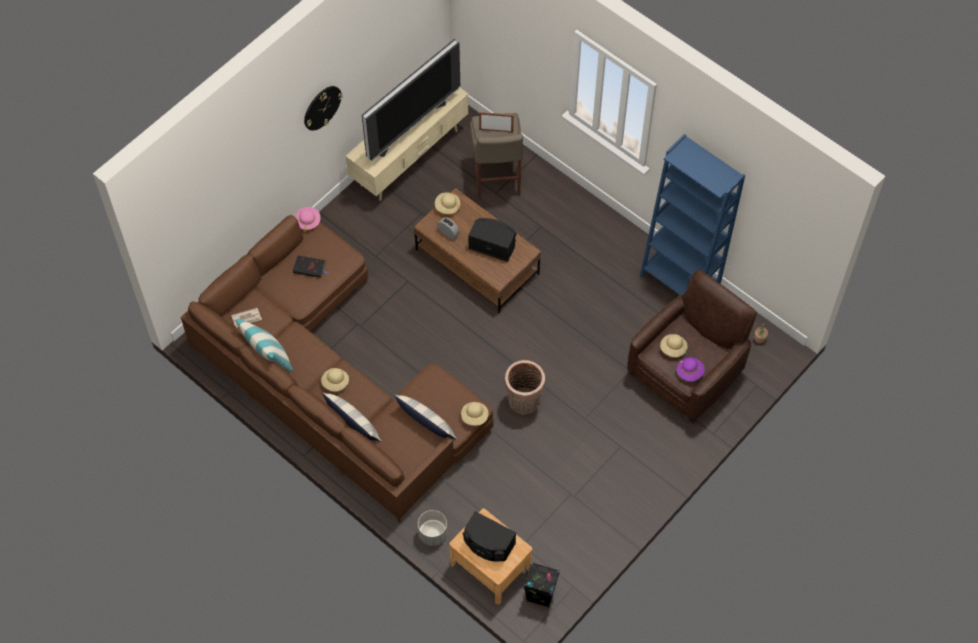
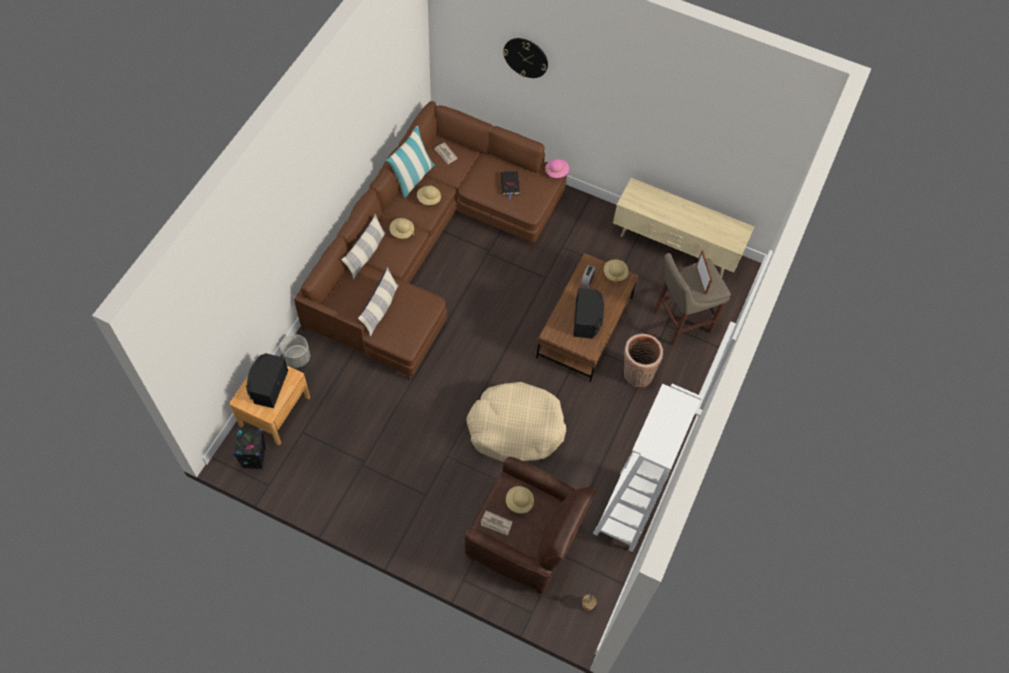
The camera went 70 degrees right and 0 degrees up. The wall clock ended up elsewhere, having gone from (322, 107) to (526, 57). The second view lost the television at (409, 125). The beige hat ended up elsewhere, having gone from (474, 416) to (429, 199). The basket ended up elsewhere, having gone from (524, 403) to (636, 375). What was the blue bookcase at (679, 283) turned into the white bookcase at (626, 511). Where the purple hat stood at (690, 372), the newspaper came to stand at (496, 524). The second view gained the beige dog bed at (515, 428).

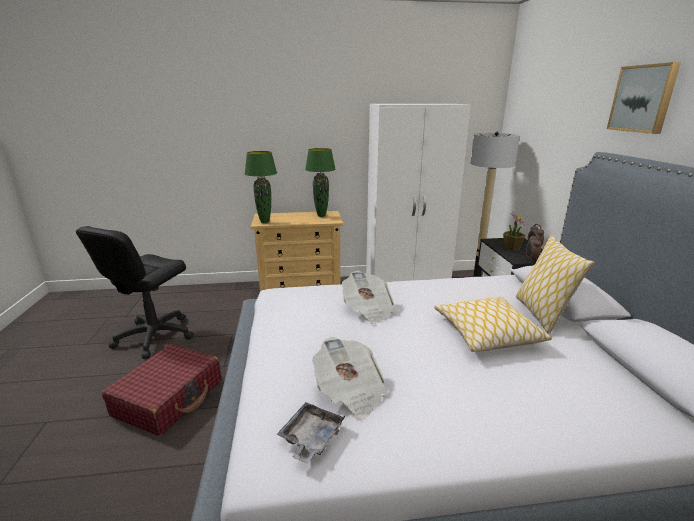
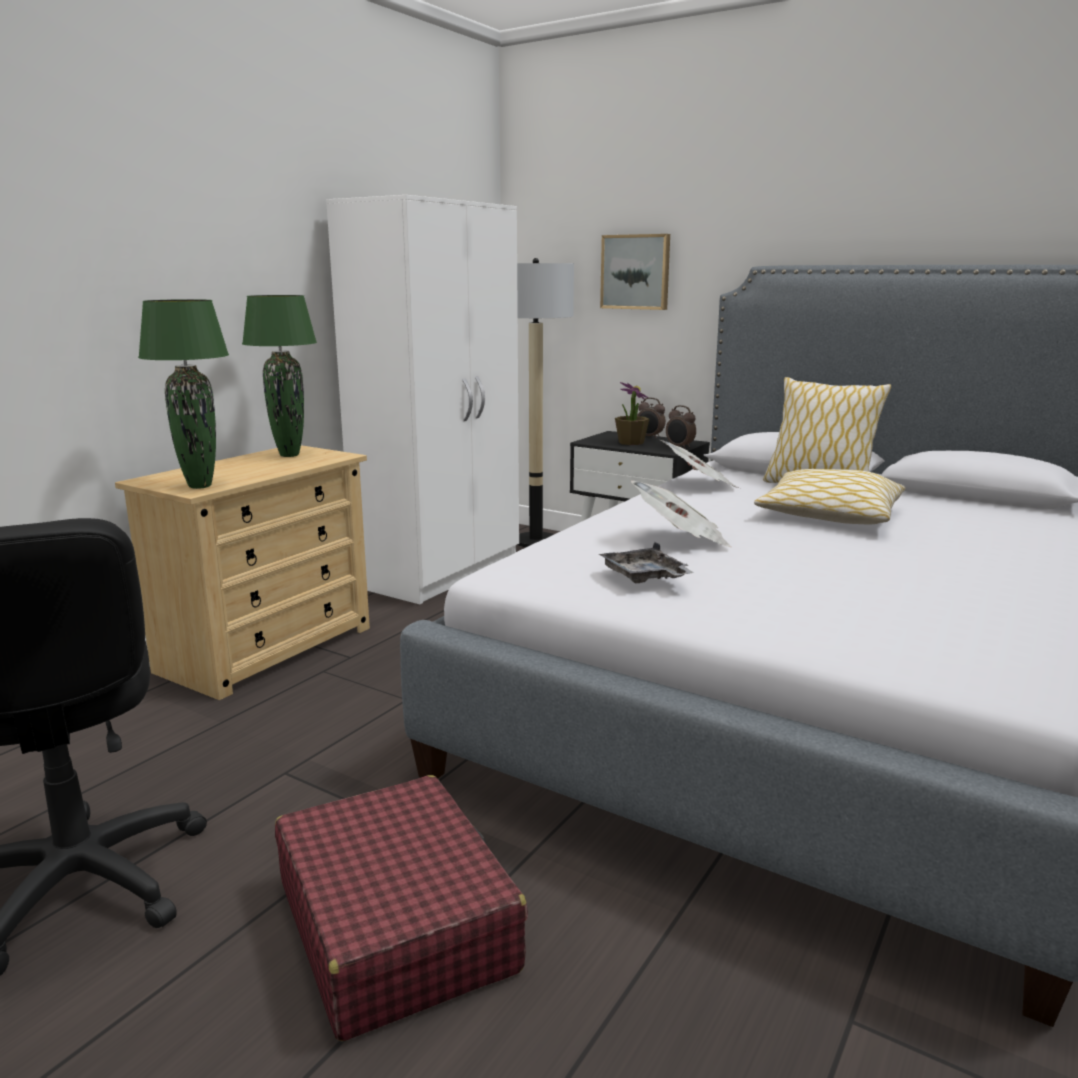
The camera went 50 degrees left and 5 degrees down. The grey tray ended up elsewhere, having gone from (311, 438) to (645, 577). The newspaper ended up elsewhere, having gone from (350, 392) to (699, 485). The picture ended up elsewhere, having gone from (643, 98) to (636, 272).

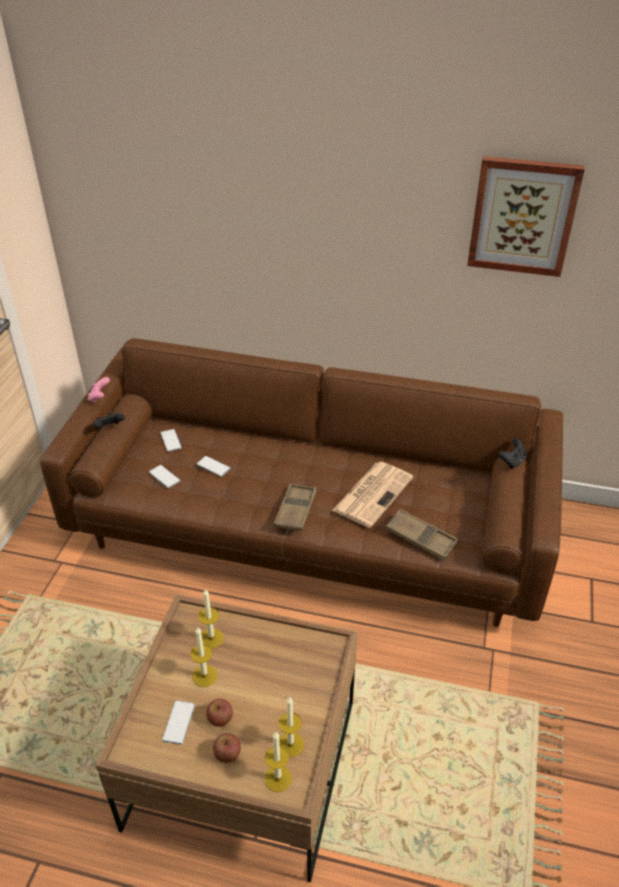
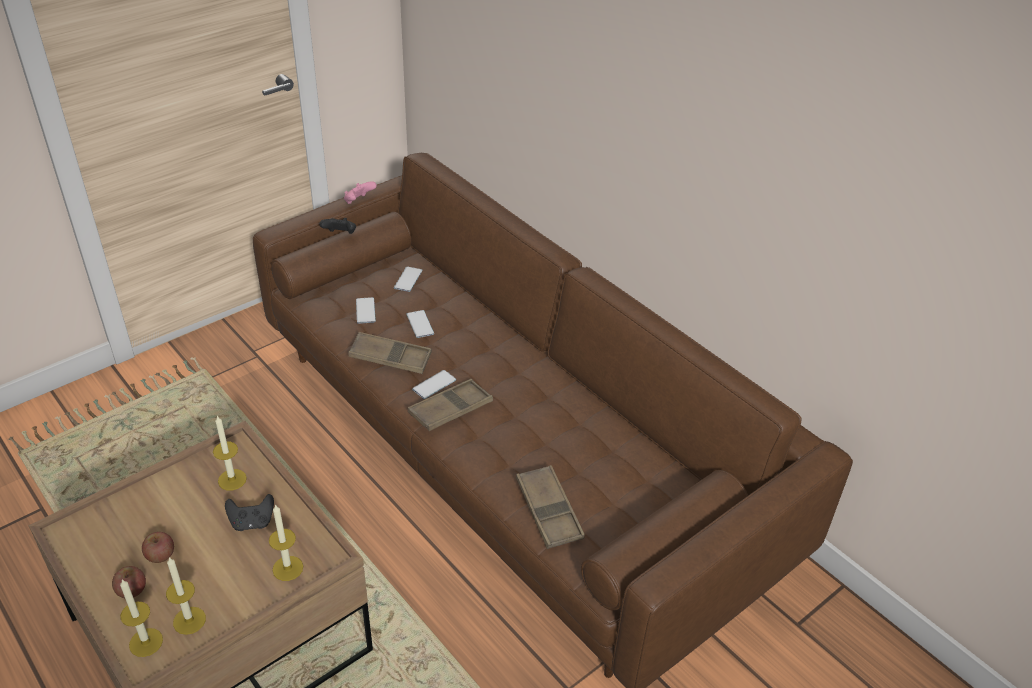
The camera went 35 degrees right and 0 degrees up. The phone ended up elsewhere, having gone from (178, 722) to (434, 385). The candle ended up elsewhere, having gone from (204, 676) to (288, 568). The second view lost the newspaper at (373, 493). The second view lost the picture at (523, 216). The black game controller ended up elsewhere, having gone from (512, 461) to (252, 522). The second view gained the brown tray at (390, 358).

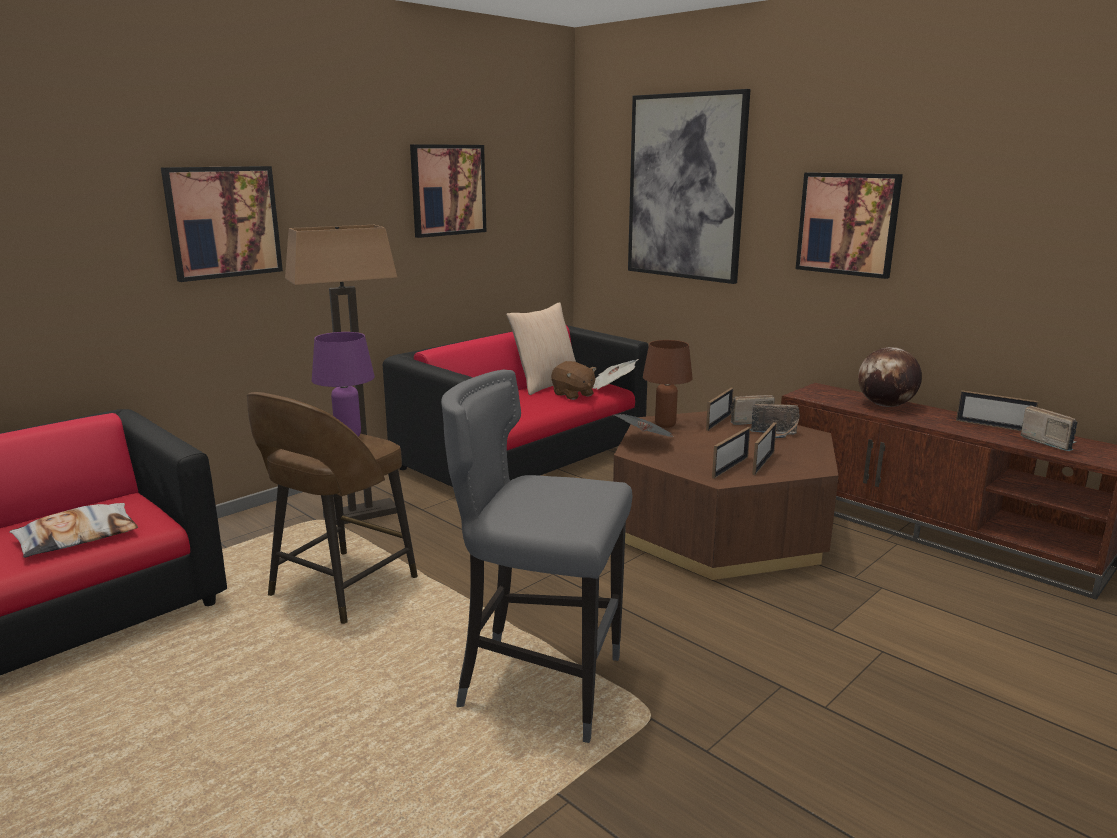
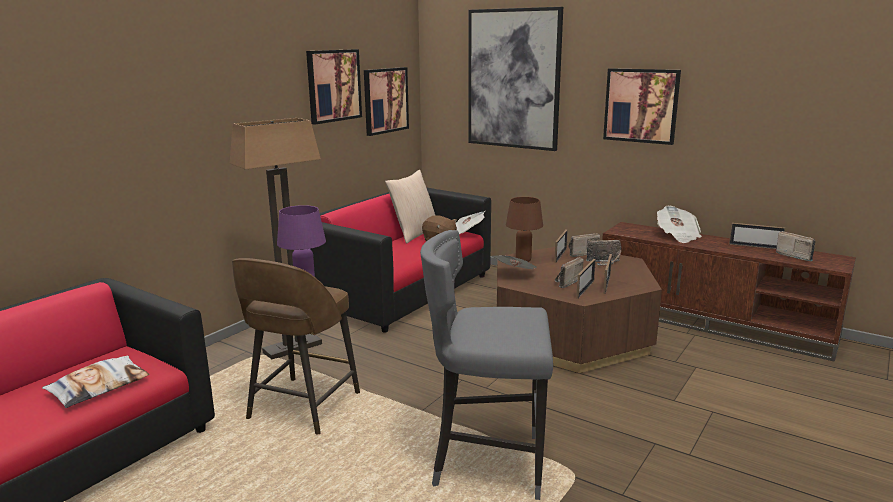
The camera went 10 degrees left and 0 degrees up. The picture ended up elsewhere, having gone from (223, 222) to (385, 100). Where the globe stood at (885, 405), the newspaper came to stand at (677, 236). The second view gained the radio at (565, 282).

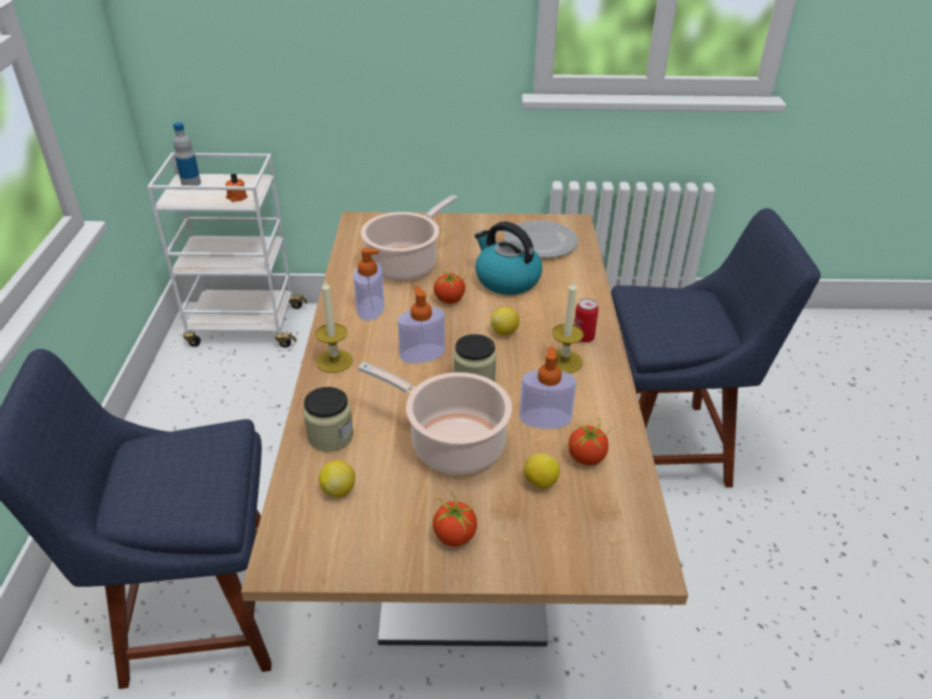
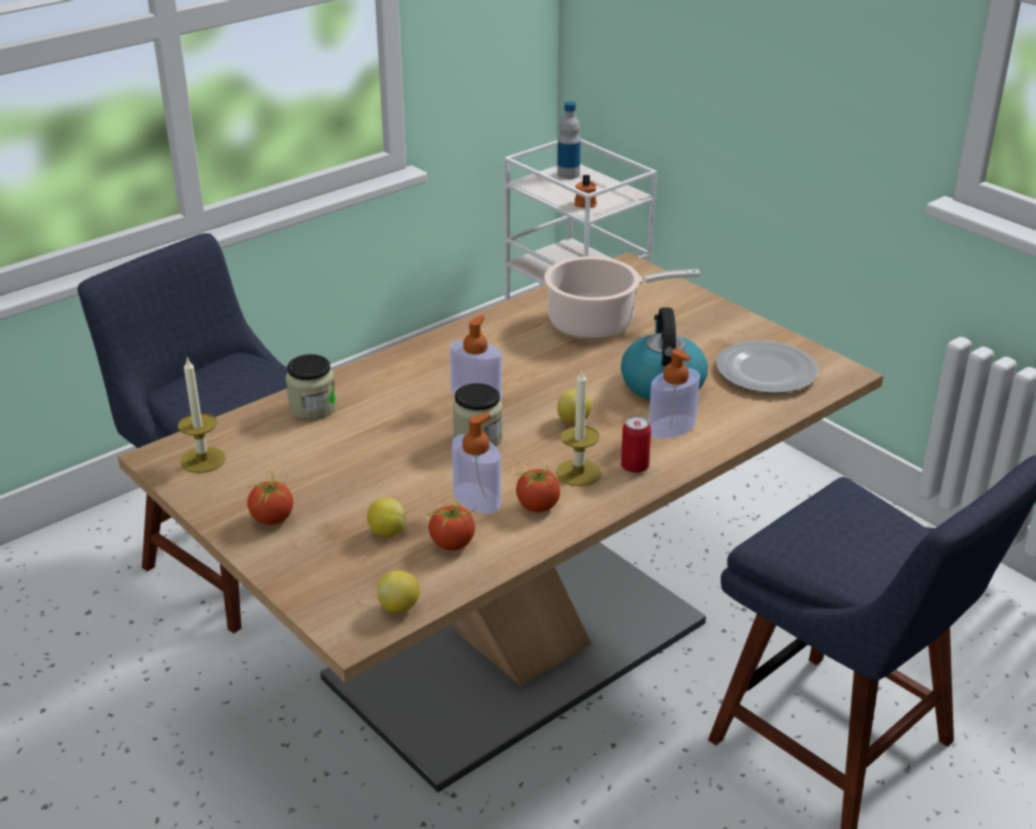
The camera went 50 degrees right and 5 degrees down. The candle ended up elsewhere, having gone from (334, 361) to (203, 460). The lemon ended up elsewhere, having gone from (338, 490) to (399, 607). The soap dispenser ended up elsewhere, having gone from (370, 308) to (672, 427). The second view lost the cooking pot at (451, 443). The tomato ended up elsewhere, having gone from (449, 299) to (538, 506).

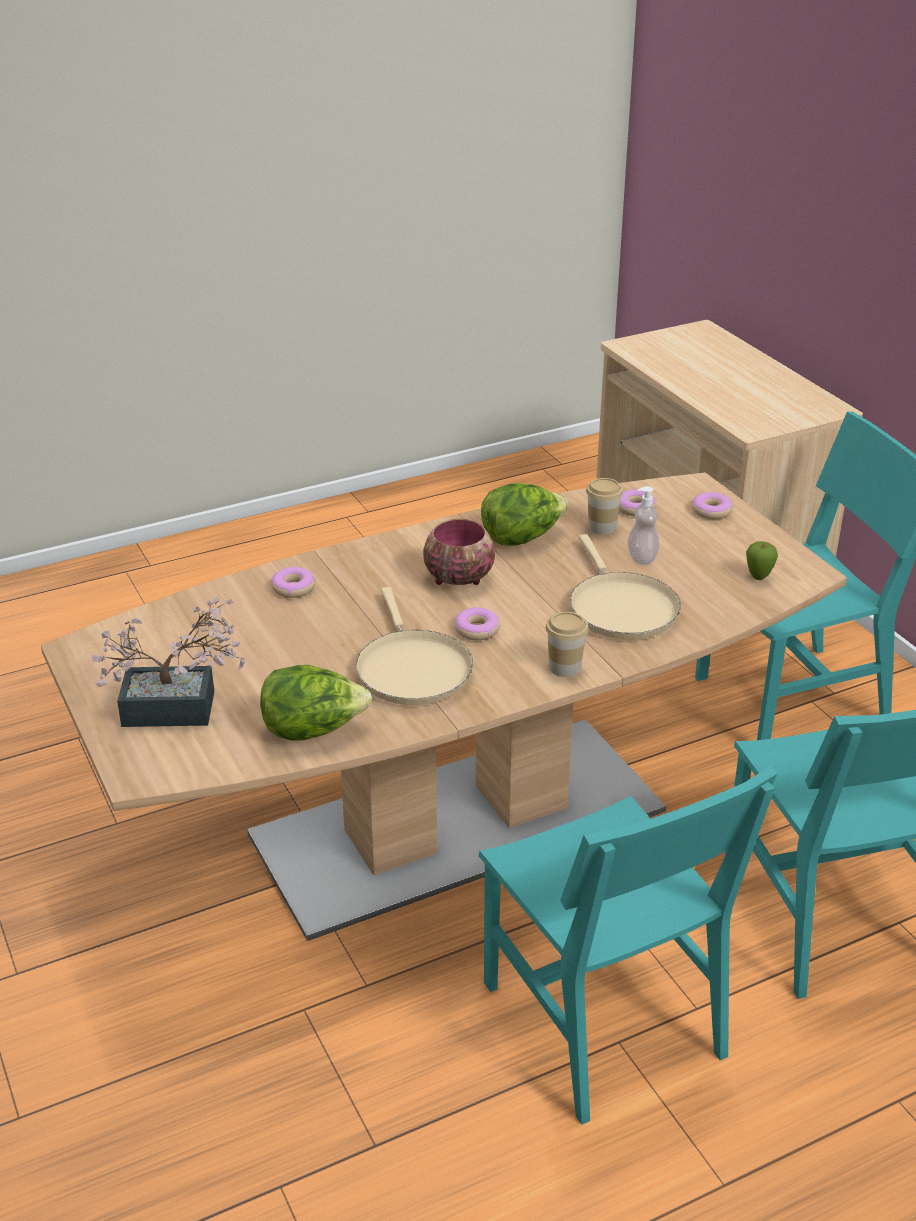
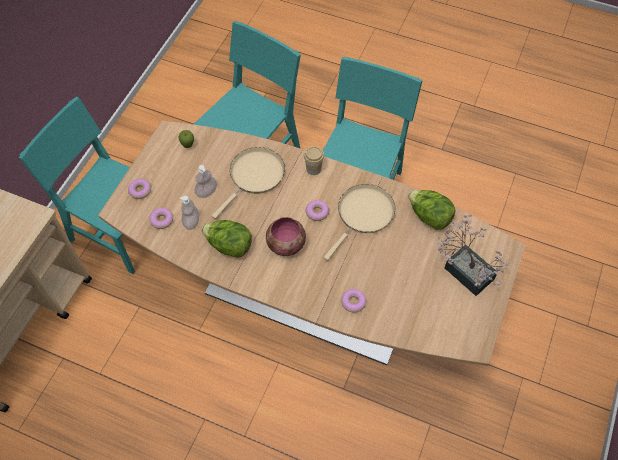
The camera went 130 degrees left and 25 degrees up. Where the cup stood at (602, 527), the soap dispenser came to stand at (191, 222).

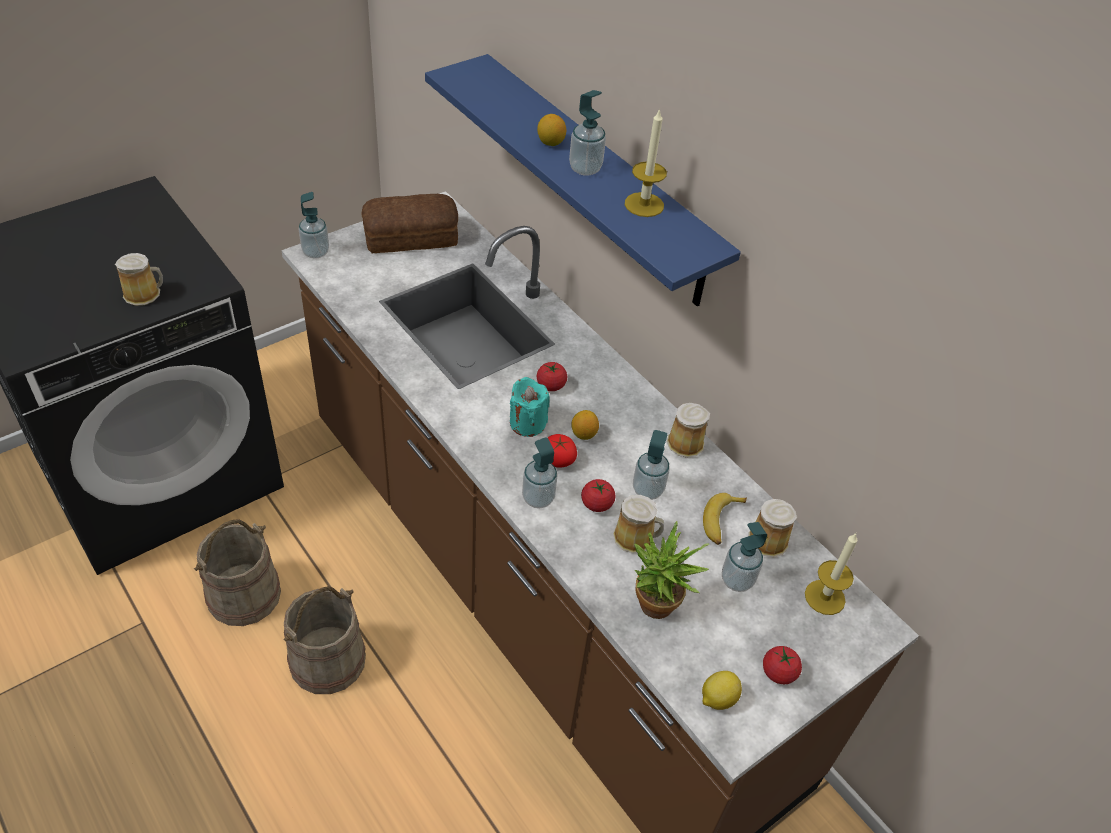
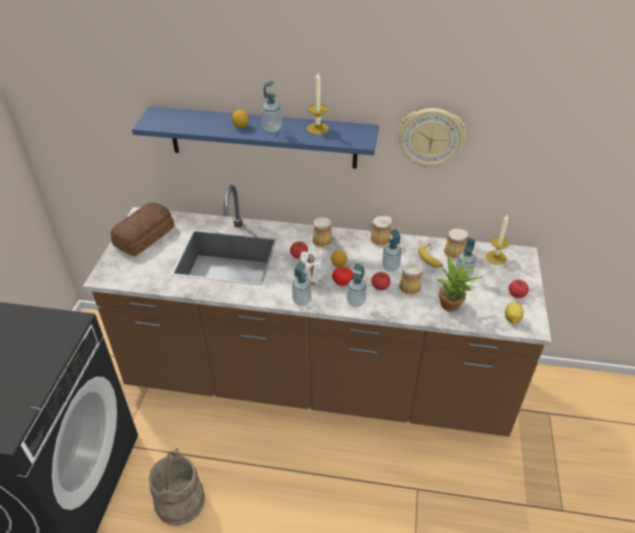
The camera went 40 degrees left and 5 degrees down. The mug ended up elsewhere, having gone from (145, 294) to (322, 240). The second view lost the beige bucket at (328, 660). The soap dispenser ended up elsewhere, having gone from (316, 252) to (302, 301). What was the turquoise candle at (527, 423) turned into the white candle at (310, 277). The second view gained the wall clock at (431, 137).

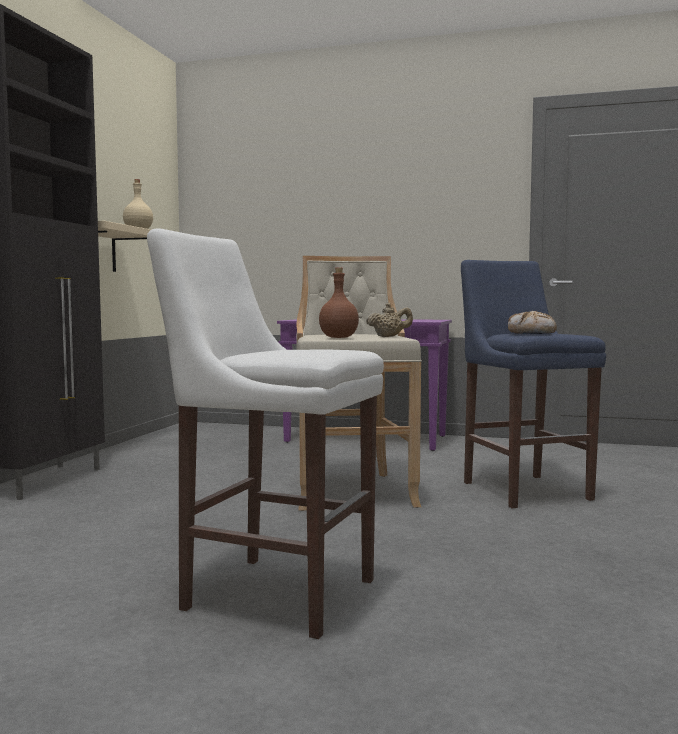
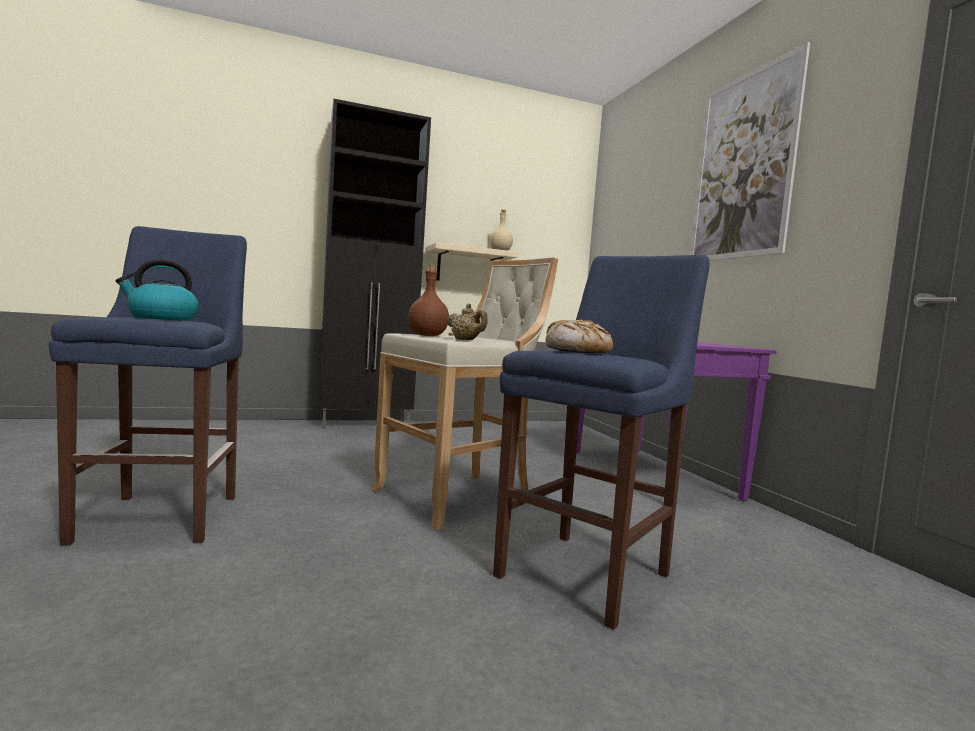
The camera went 55 degrees right and 0 degrees up. What was the white stool at (272, 592) turned into the blue stool at (164, 515). The second view gained the kettle at (161, 318). The second view gained the picture at (743, 166).

